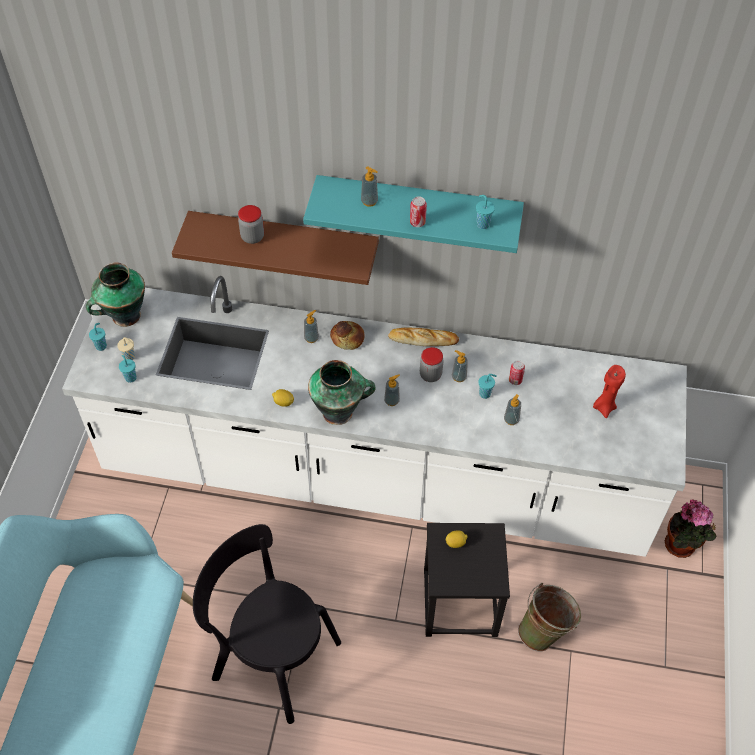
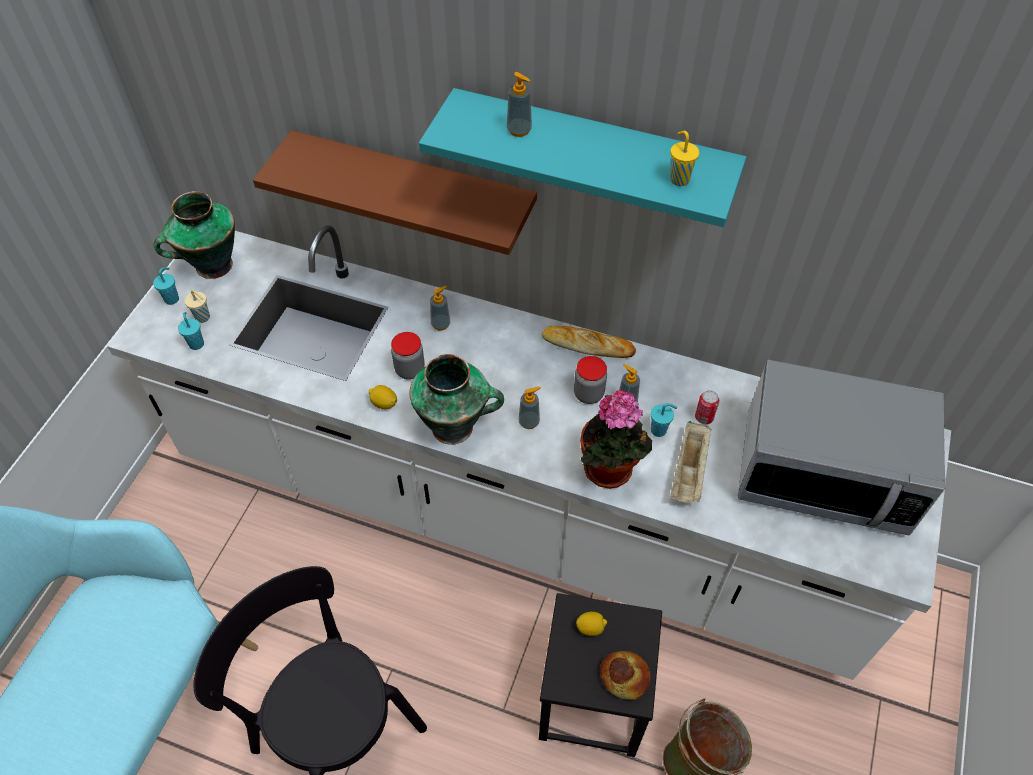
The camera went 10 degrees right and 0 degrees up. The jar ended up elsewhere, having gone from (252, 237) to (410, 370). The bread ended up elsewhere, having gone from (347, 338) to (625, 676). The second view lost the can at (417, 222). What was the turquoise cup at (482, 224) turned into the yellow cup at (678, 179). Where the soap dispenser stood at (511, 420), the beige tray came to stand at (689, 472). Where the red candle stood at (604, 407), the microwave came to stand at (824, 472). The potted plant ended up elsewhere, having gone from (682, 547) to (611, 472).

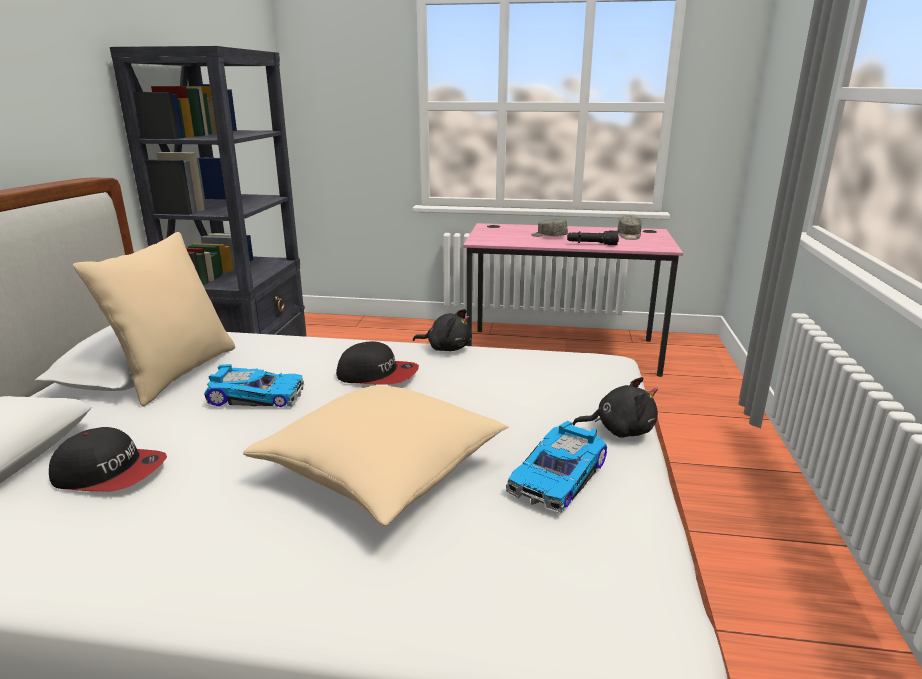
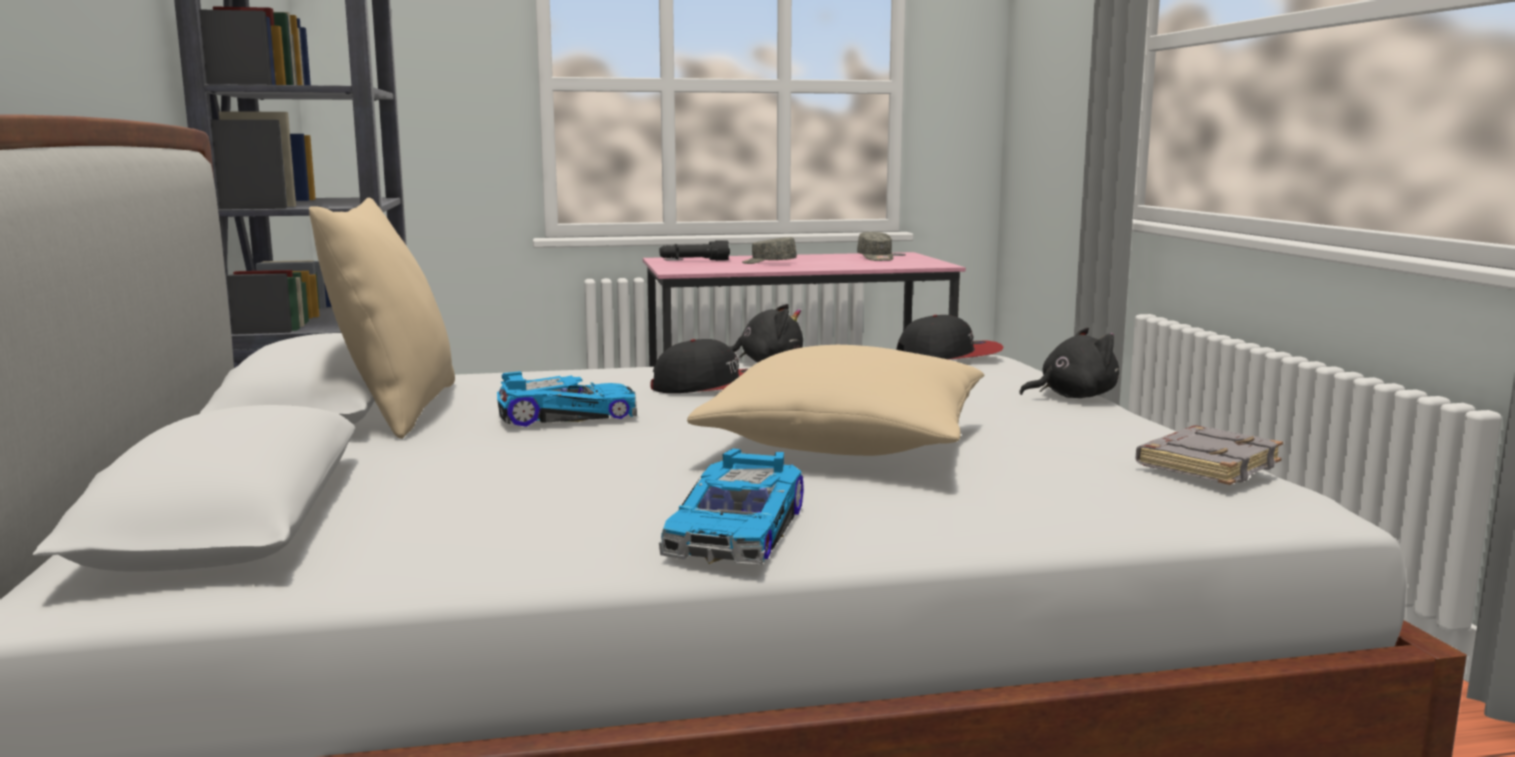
The camera went 20 degrees left and 10 degrees down. The cap ended up elsewhere, having gone from (110, 472) to (948, 356). The toy car ended up elsewhere, having gone from (560, 477) to (740, 531). The black flashlight ended up elsewhere, having gone from (591, 244) to (694, 261). The second view gained the grey book at (1206, 464).

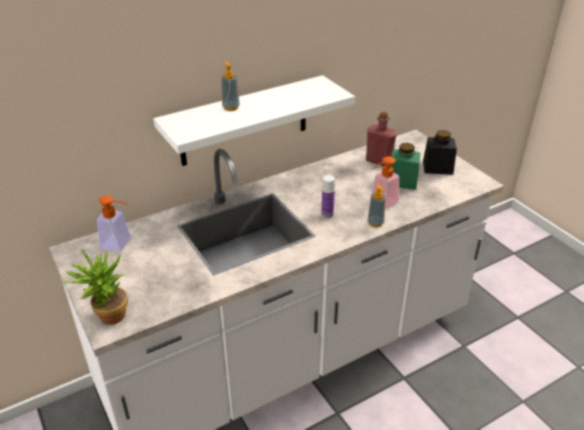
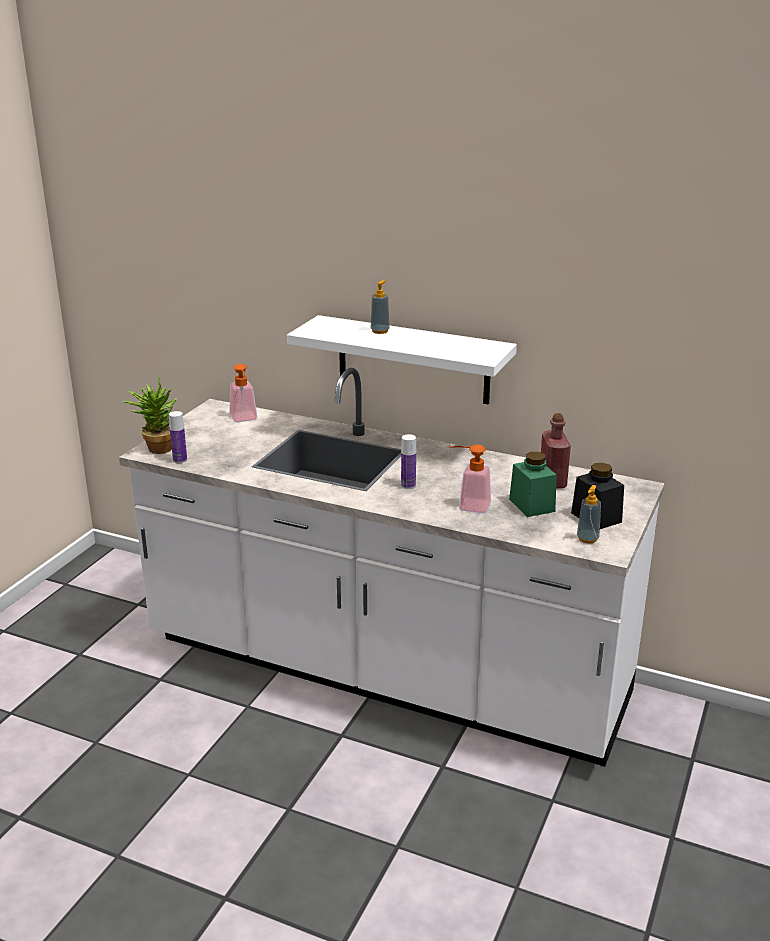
The camera went 55 degrees right and 10 degrees down. The soap dispenser ended up elsewhere, having gone from (375, 223) to (587, 539). The second view gained the bottle at (180, 460).

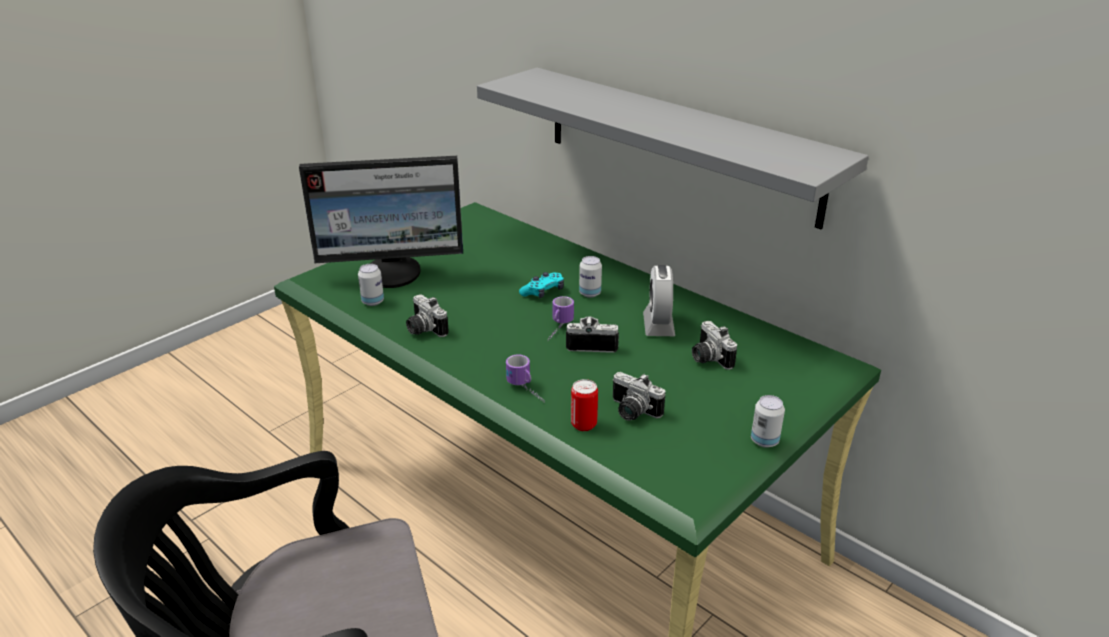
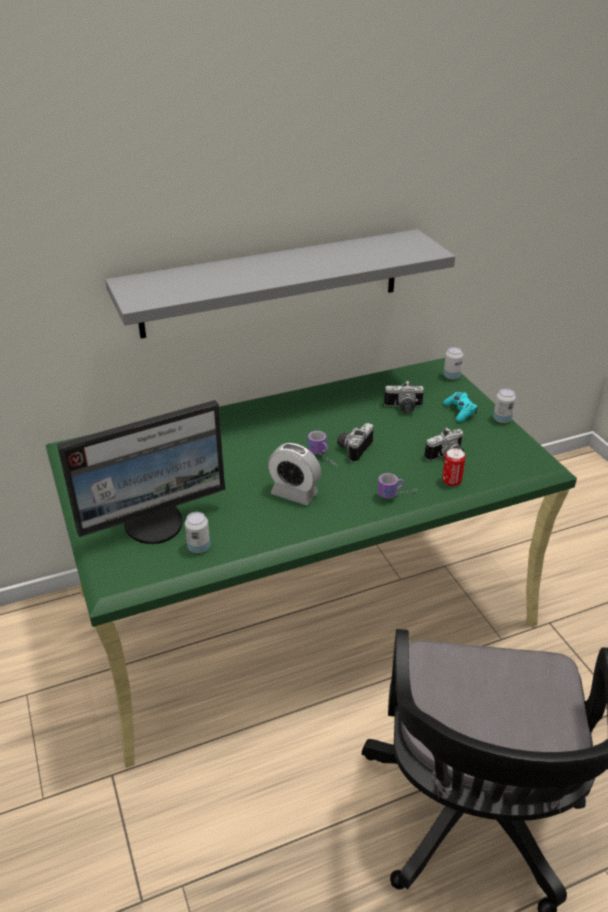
The camera went 65 degrees left and 5 degrees up. The monitor at (393, 273) ended up facing another way, 45 degrees clockwise from before. The second view lost the photo camera at (423, 329). The turquoise game controller ended up elsewhere, having gone from (543, 292) to (460, 411). The can ended up elsewhere, having gone from (590, 293) to (451, 376). The alarm clock ended up elsewhere, having gone from (658, 325) to (294, 493).

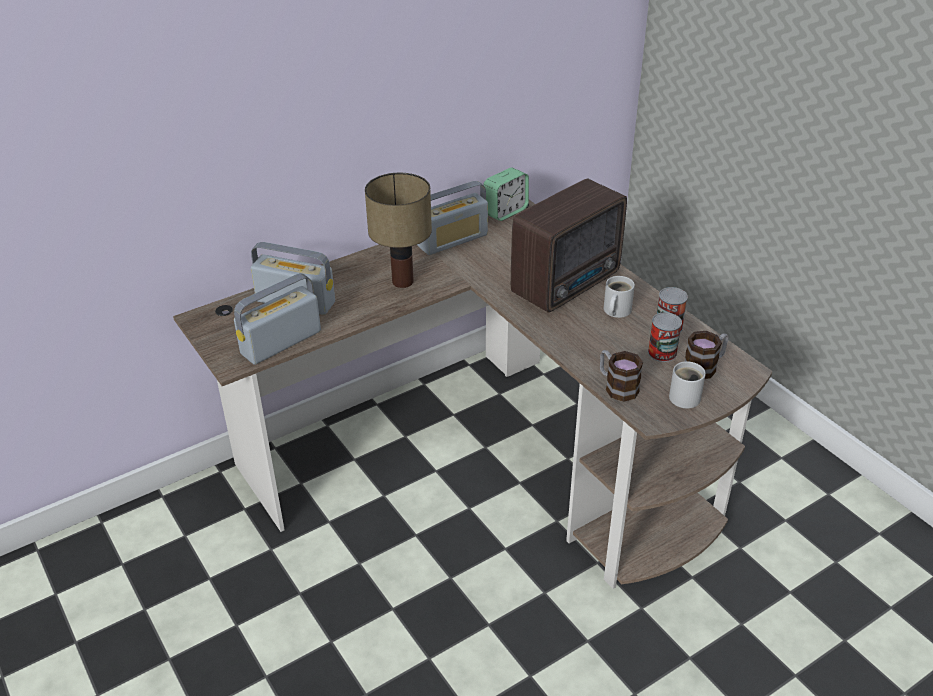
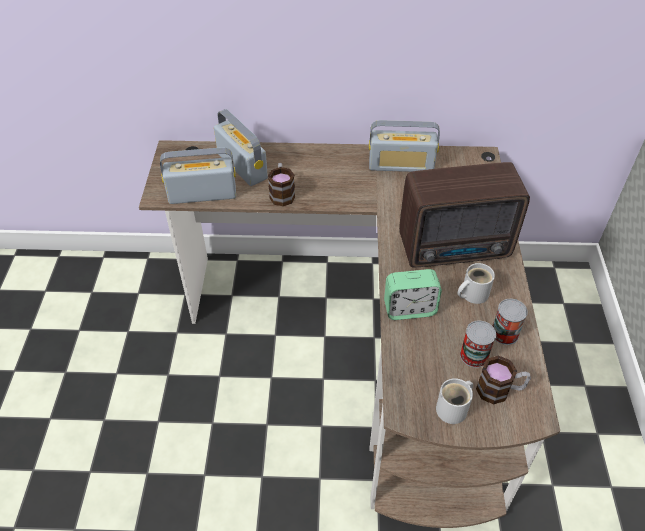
The camera went 35 degrees right and 10 degrees up. The second view lost the table lamp at (402, 281). The alarm clock ended up elsewhere, having gone from (505, 212) to (409, 309). The mug ended up elsewhere, having gone from (616, 386) to (282, 193).

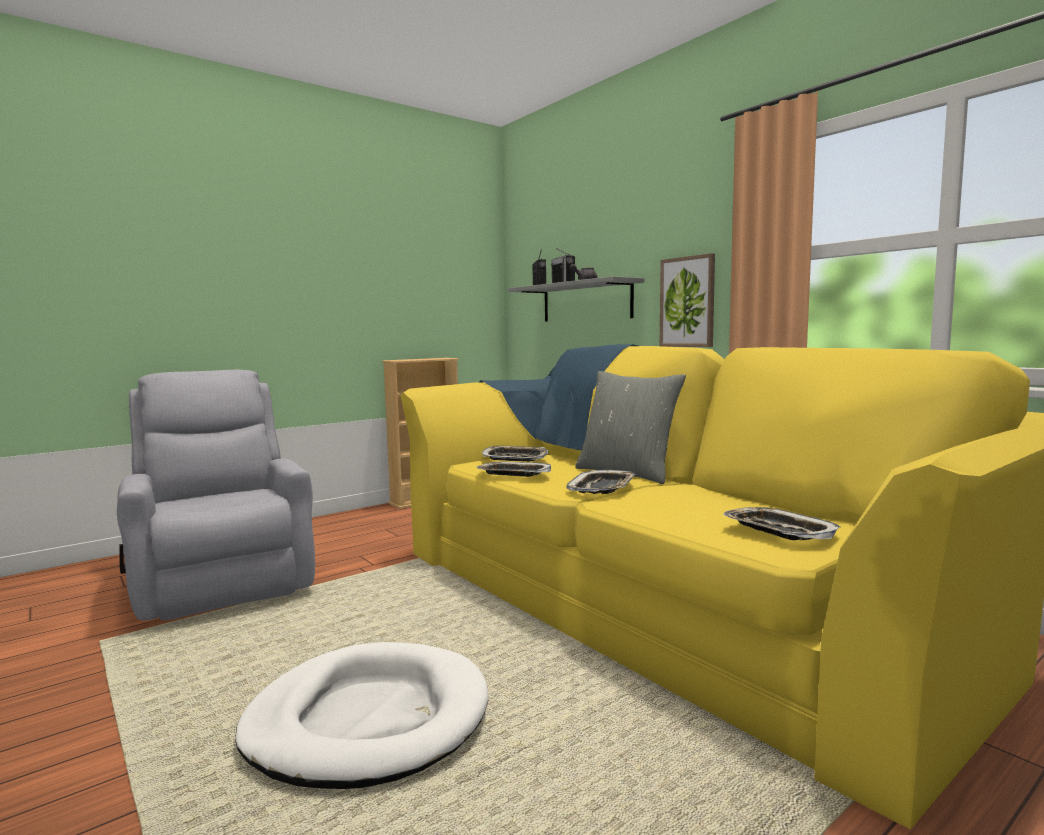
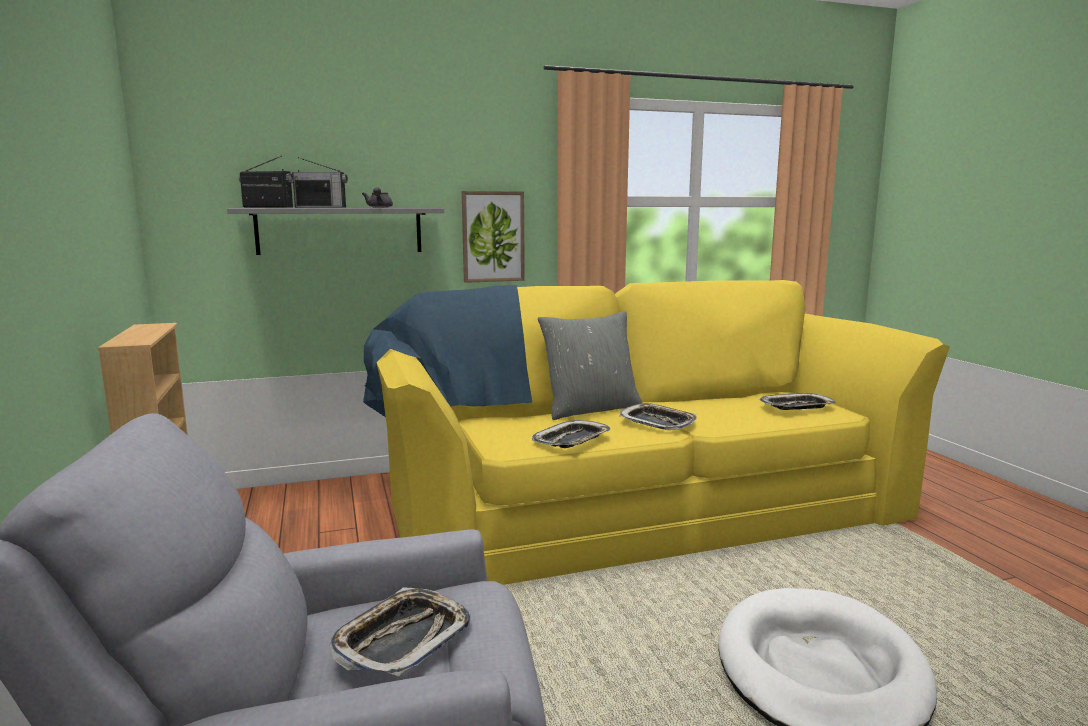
The camera went 70 degrees left and 5 degrees up. The tray ended up elsewhere, having gone from (515, 458) to (402, 639).

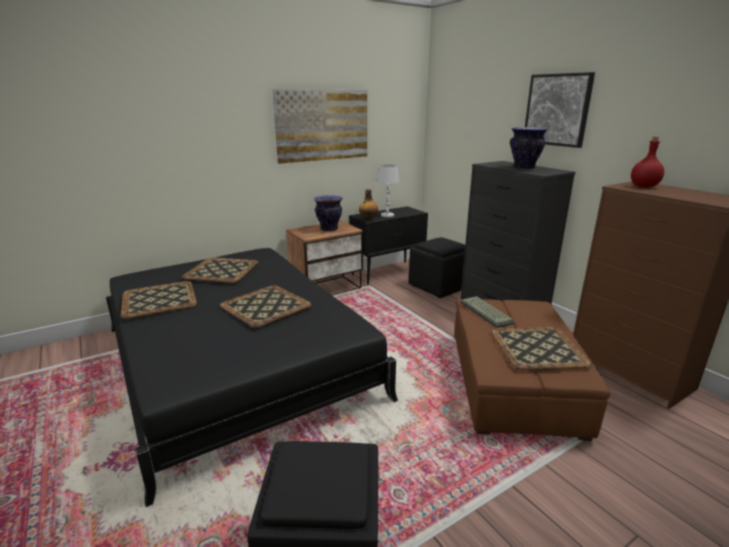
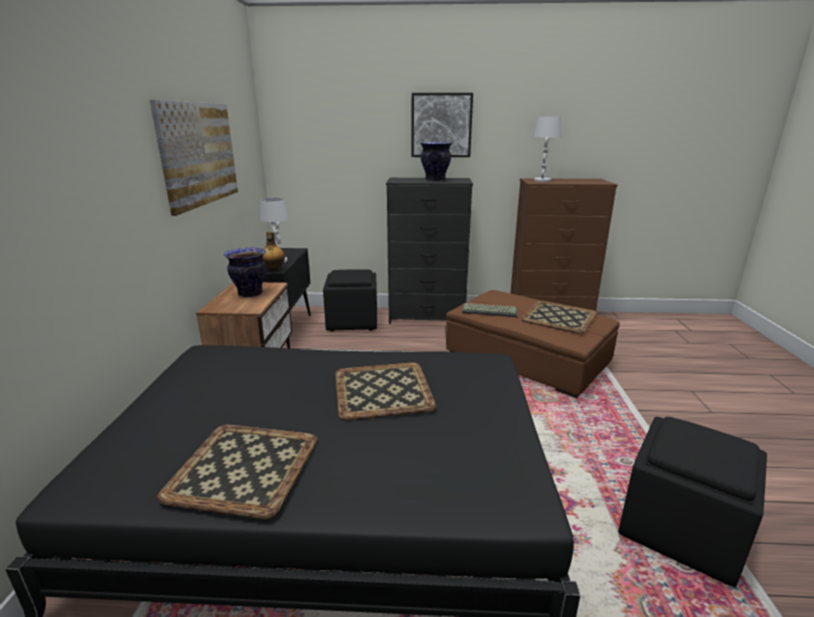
The camera went 55 degrees left and 0 degrees up. The second view lost the tray at (222, 270). Where the red bottle stood at (643, 186), the white table lamp came to stand at (542, 180).

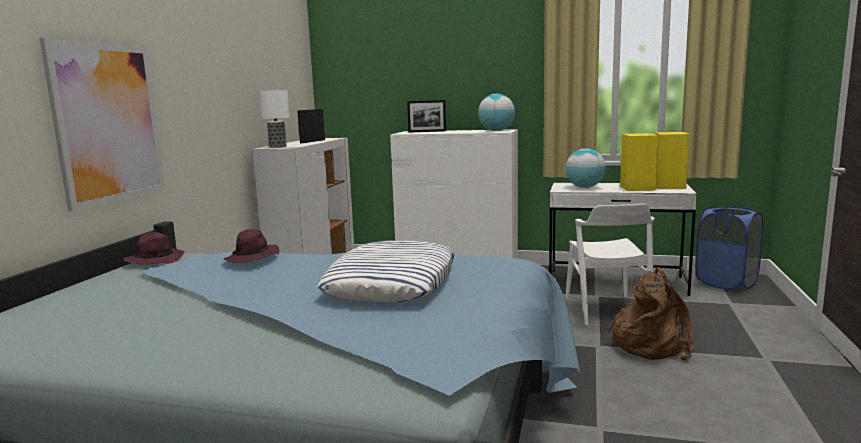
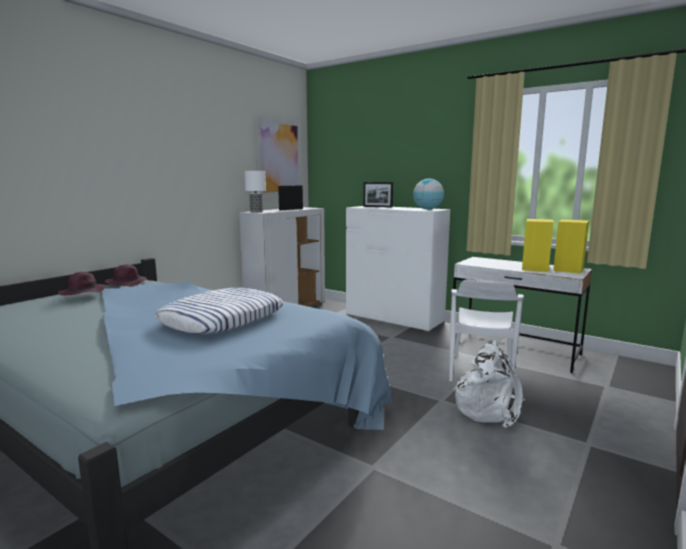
The camera went 20 degrees right and 0 degrees up. The picture ended up elsewhere, having gone from (108, 123) to (279, 158). The purple hat ended up elsewhere, having gone from (252, 258) to (82, 293). The second view lost the globe at (585, 187). What was the brown backpack at (650, 345) turned into the white backpack at (489, 408). The second view lost the blue laundry basket at (726, 282).

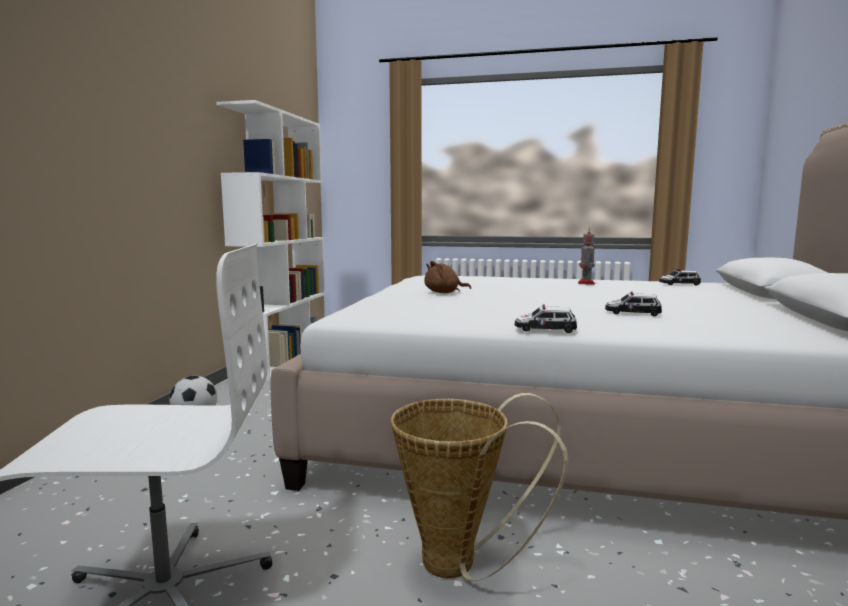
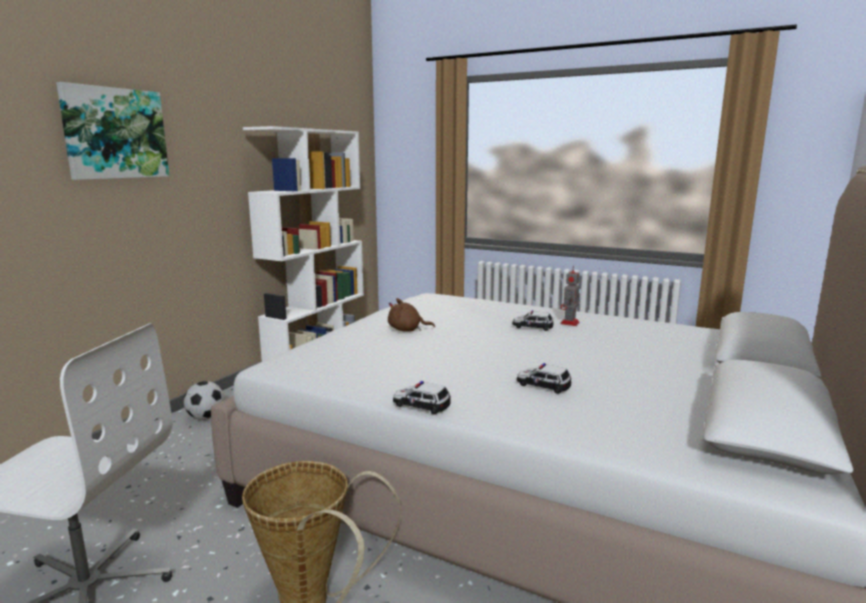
The camera went 15 degrees right and 5 degrees up. The toy car ended up elsewhere, having gone from (678, 284) to (532, 326). The second view gained the picture at (115, 133).

